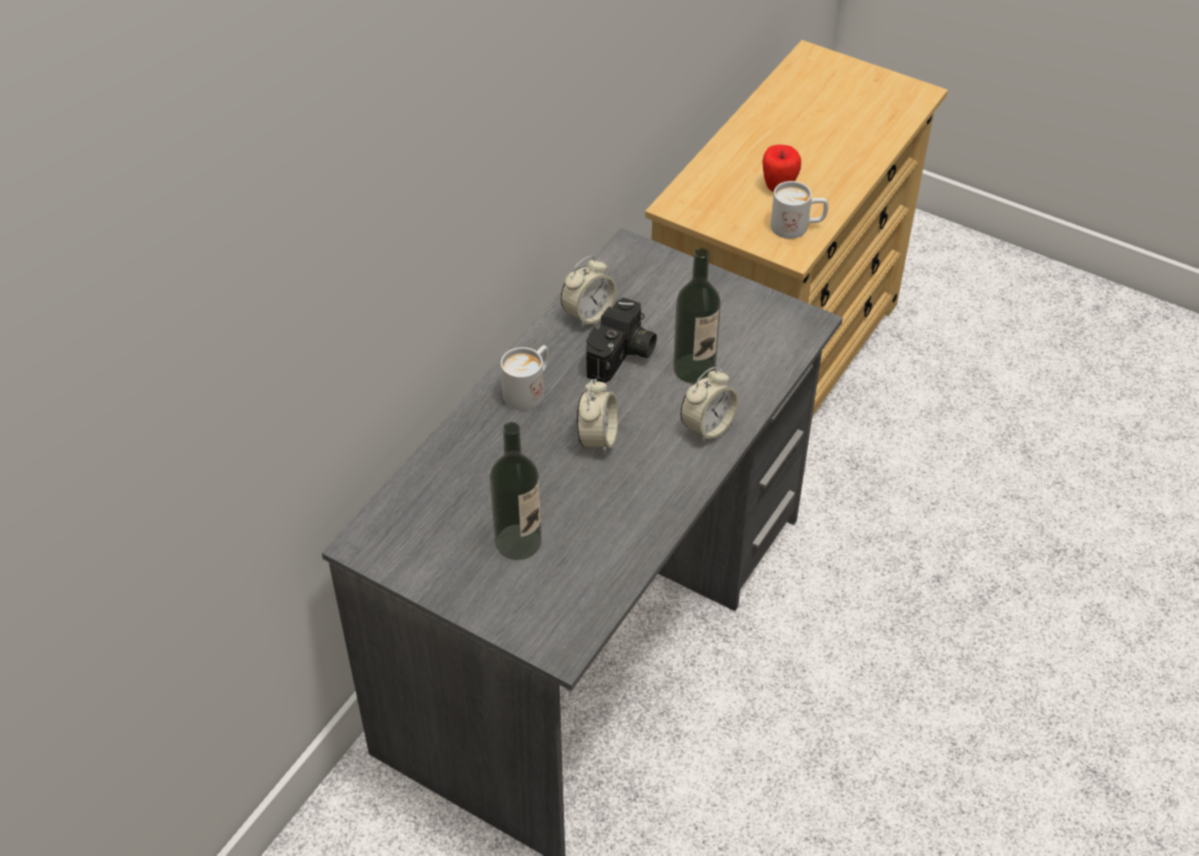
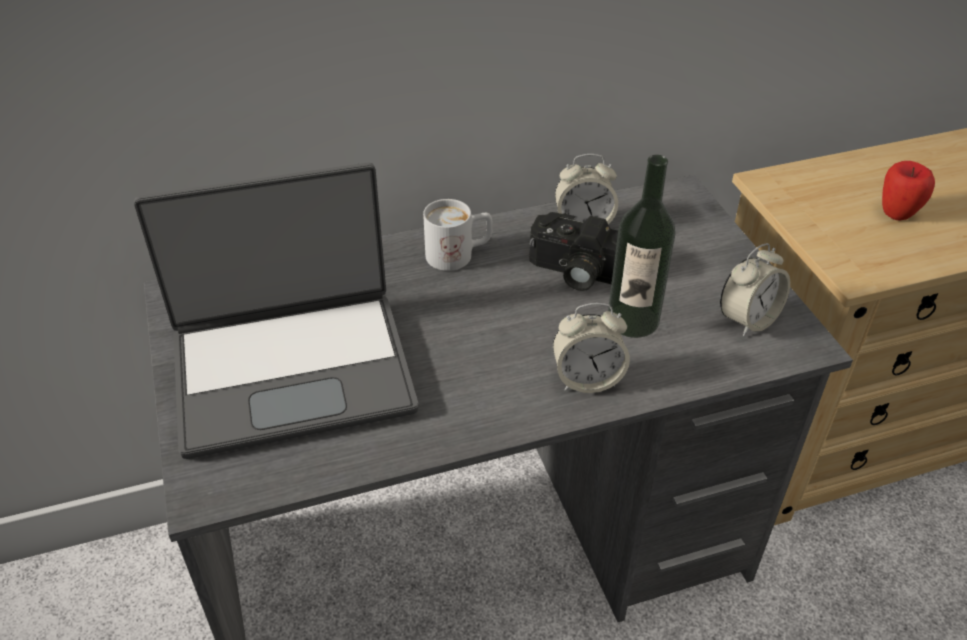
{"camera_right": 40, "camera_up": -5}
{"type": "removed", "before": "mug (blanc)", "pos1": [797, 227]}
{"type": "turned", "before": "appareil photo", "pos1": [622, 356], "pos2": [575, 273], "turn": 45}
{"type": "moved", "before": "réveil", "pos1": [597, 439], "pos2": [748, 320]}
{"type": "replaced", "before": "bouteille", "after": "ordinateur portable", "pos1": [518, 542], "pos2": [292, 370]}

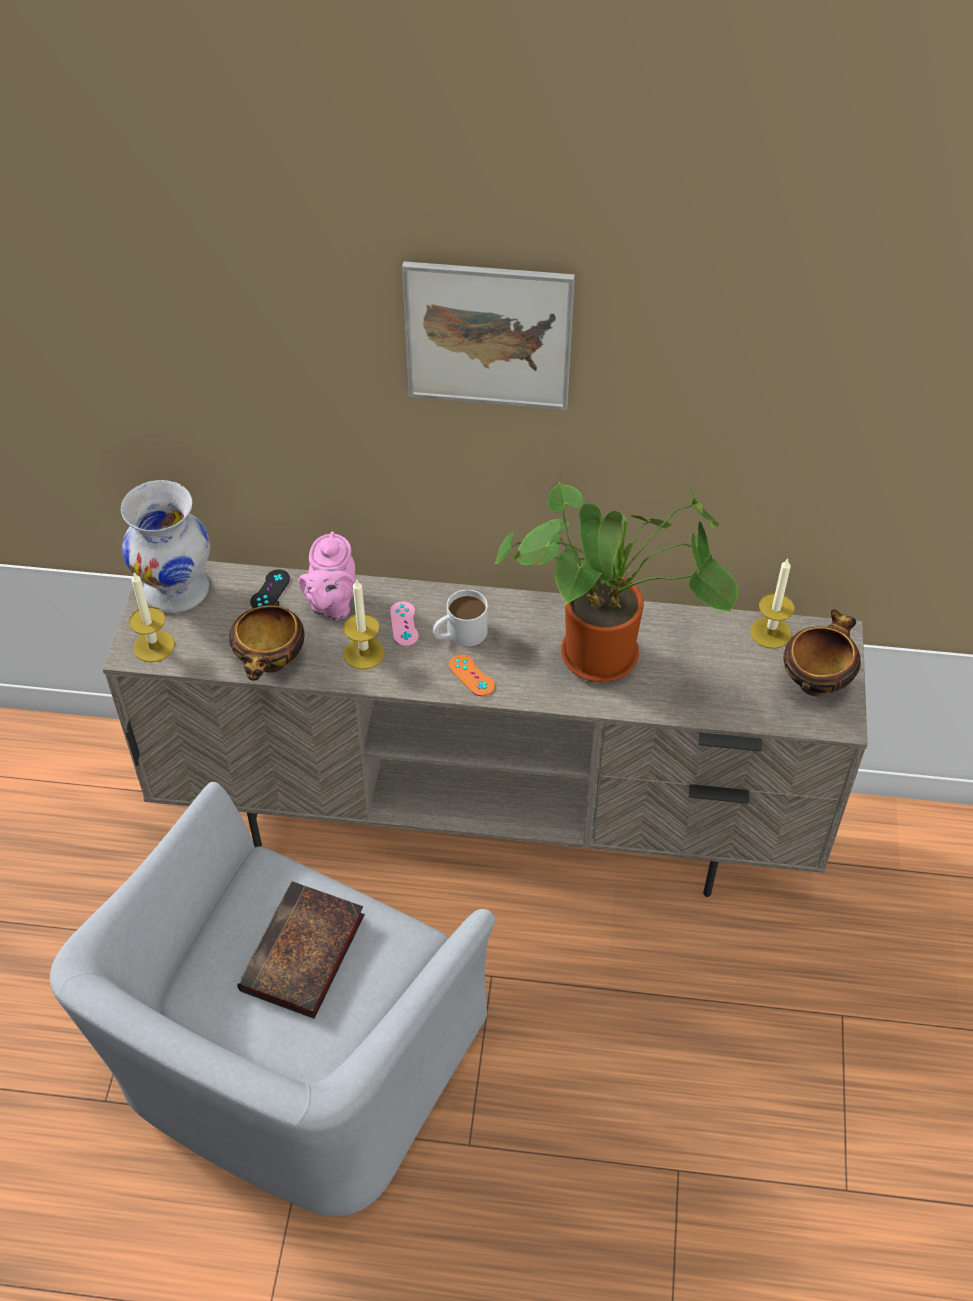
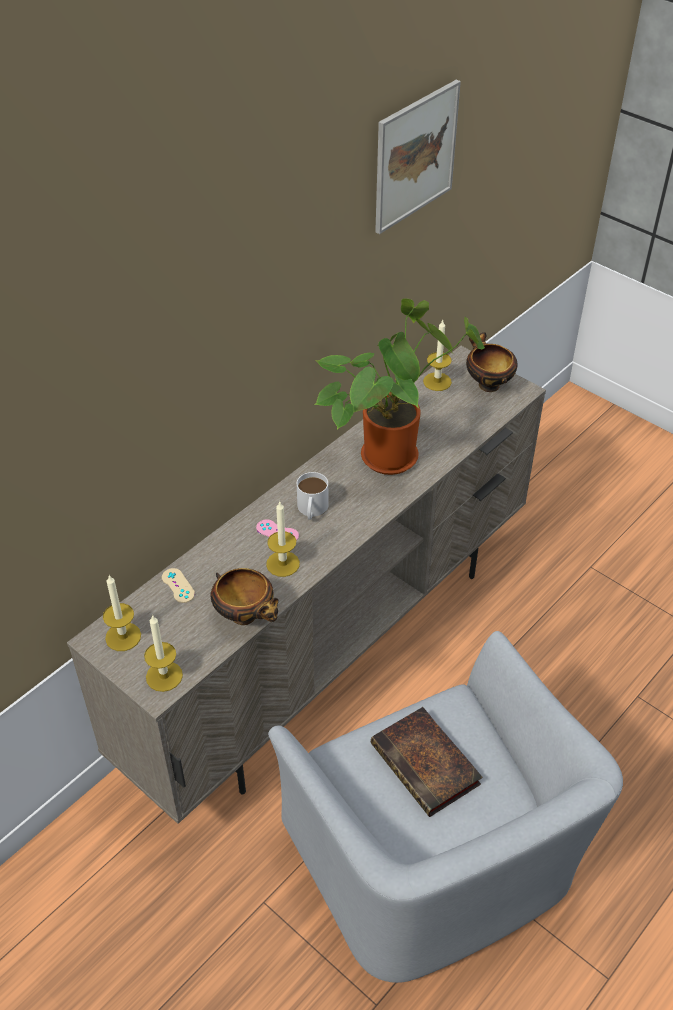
{"camera_right": -55, "camera_up": -5}
{"type": "moved", "before": "tableau", "pos1": [488, 335], "pos2": [415, 156]}
{"type": "replaced", "before": "vase (blanc)", "after": "bougie", "pos1": [178, 589], "pos2": [123, 636]}
{"type": "removed", "before": "théière (rose)", "pos1": [332, 604]}
{"type": "recoloured", "before": "manette (noir)", "after": "manette (beige)", "pos1": [270, 590], "pos2": [178, 585]}
{"type": "removed", "before": "manette (orange)", "pos1": [471, 675]}

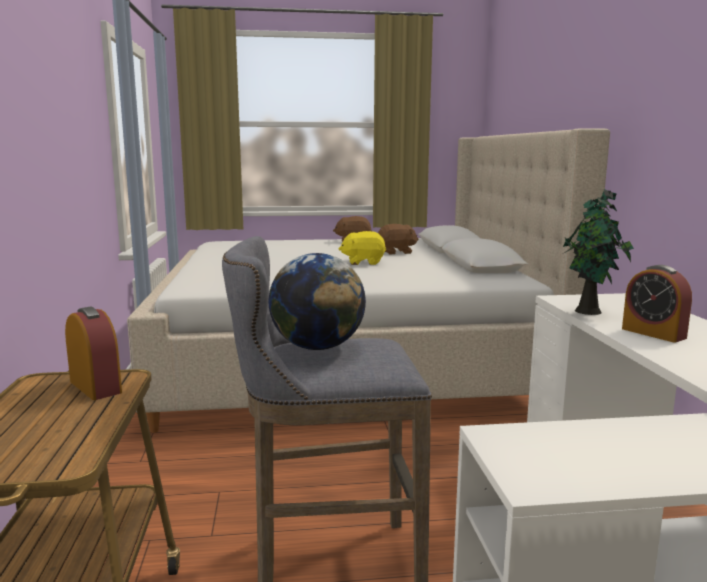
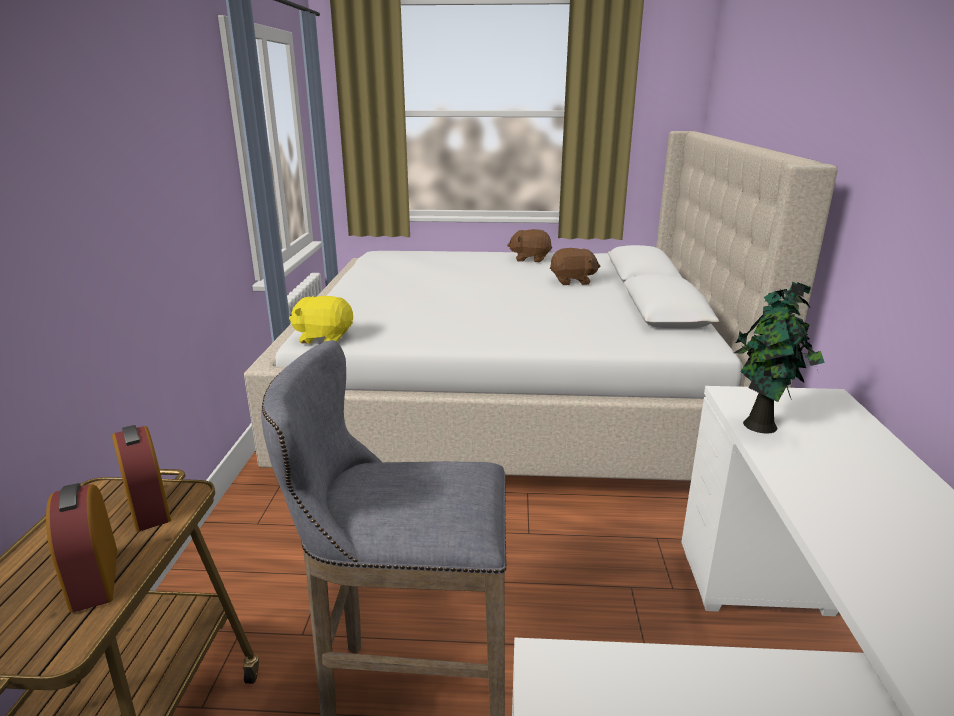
{"camera_right": 10, "camera_up": 10}
{"type": "moved", "before": "peluche (jaune)", "pos1": [363, 262], "pos2": [324, 338]}
{"type": "removed", "before": "globe", "pos1": [318, 347]}
{"type": "moved", "before": "réveil", "pos1": [653, 333], "pos2": [94, 578]}

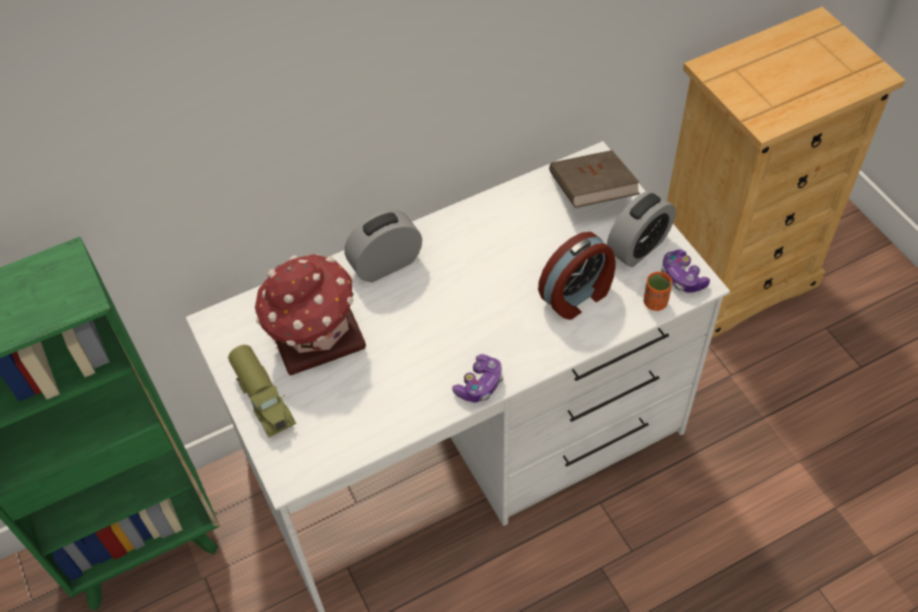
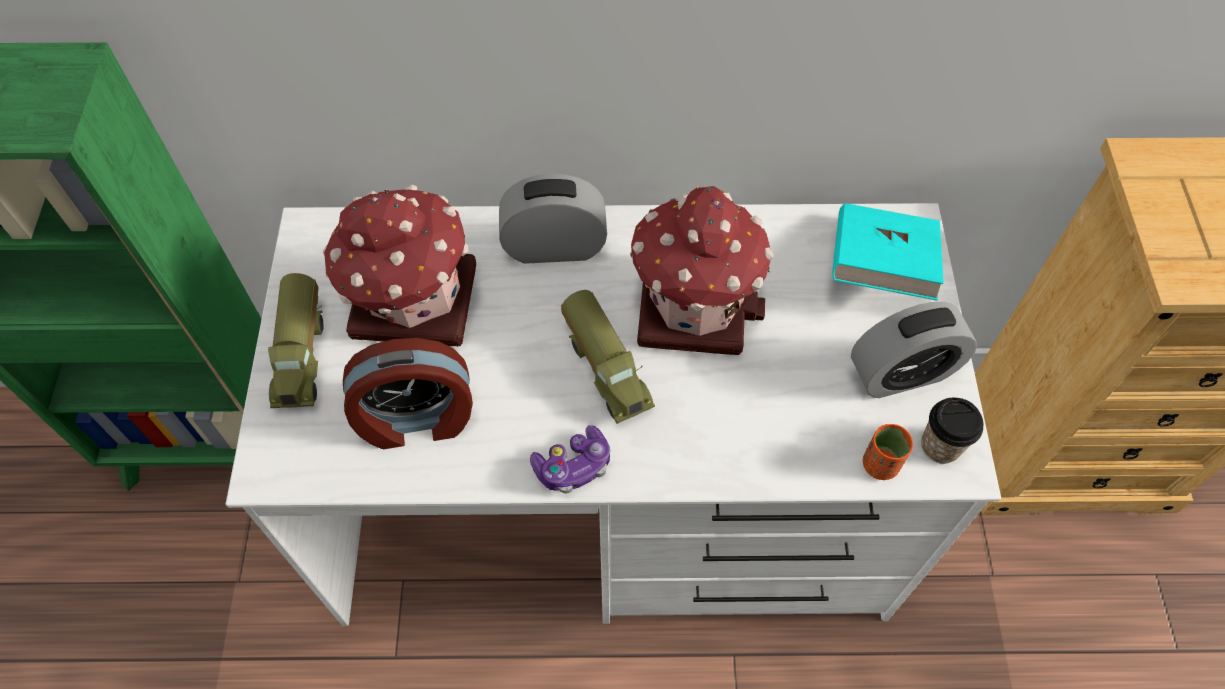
{"camera_right": 25, "camera_up": 5}
{"type": "recoloured", "before": "livre (marron)", "after": "livre (turquoise)", "pos1": [591, 193], "pos2": [879, 269]}
{"type": "moved", "before": "réveil", "pos1": [577, 296], "pos2": [416, 419]}
{"type": "replaced", "before": "manette", "after": "tasse", "pos1": [682, 277], "pos2": [940, 446]}
{"type": "added", "after": "maison miniature", "pos2": [693, 302]}
{"type": "added", "after": "camion jouet", "pos2": [607, 367]}

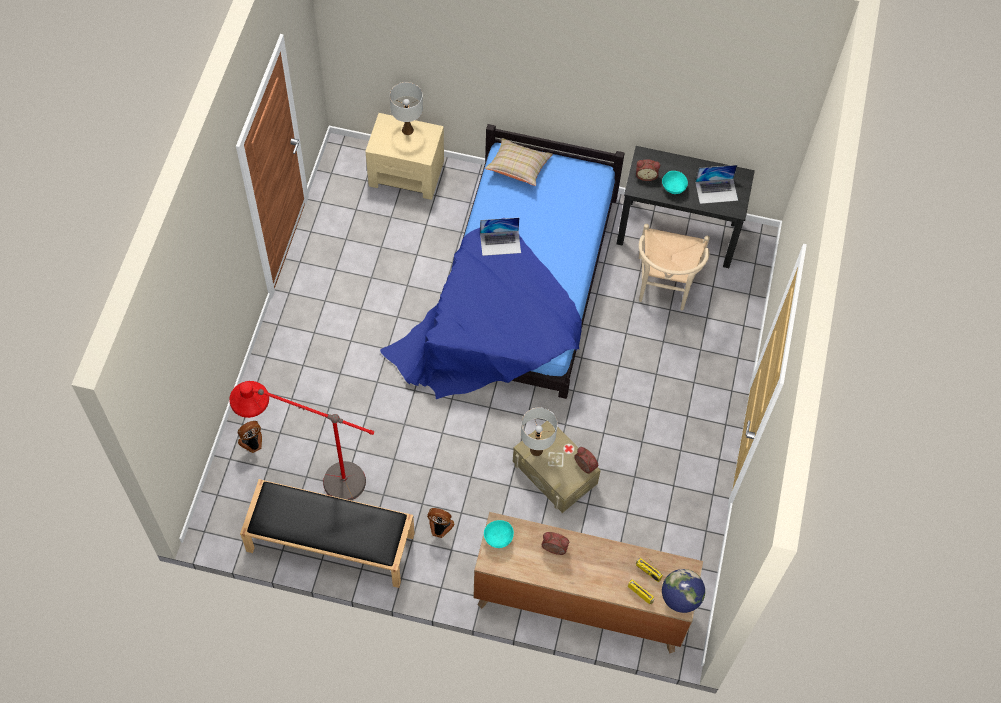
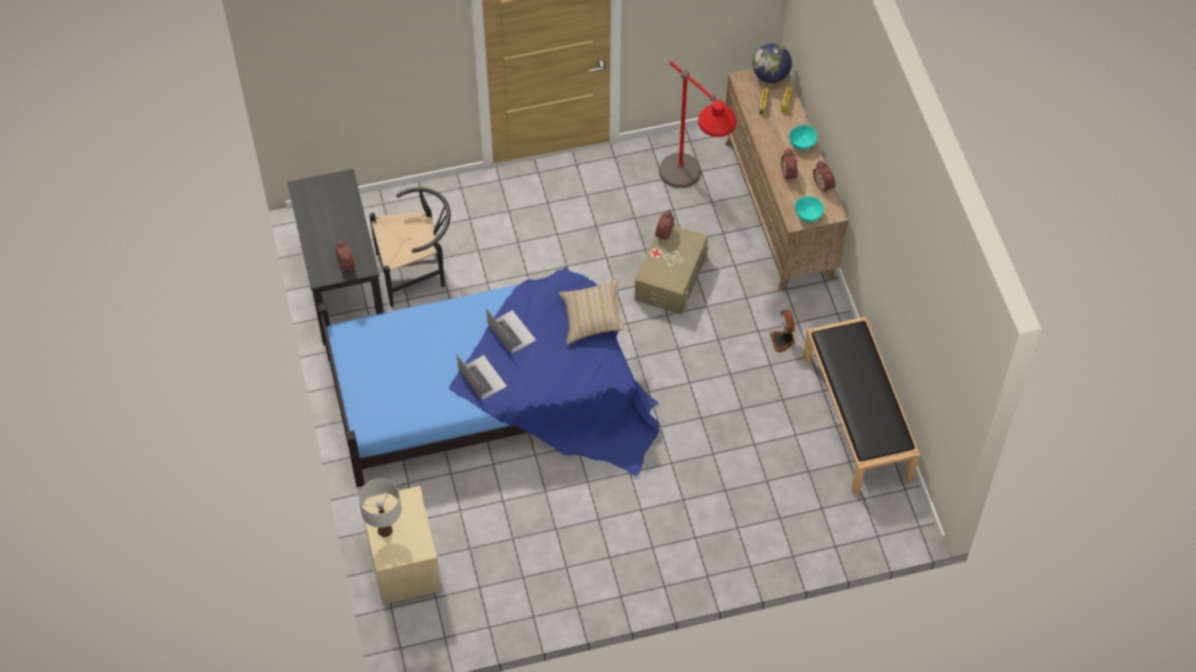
{"camera_right": -115, "camera_up": -5}
{"type": "moved", "before": "coussin (beige)", "pos1": [518, 168], "pos2": [592, 318]}
{"type": "moved", "before": "ordinateur portable", "pos1": [716, 191], "pos2": [511, 332]}
{"type": "moved", "before": "bol (turquoise)", "pos1": [673, 188], "pos2": [802, 144]}
{"type": "recoloured", "before": "chaise (beige)", "after": "chaise (noir)", "pos1": [664, 288], "pos2": [417, 272]}
{"type": "moved", "before": "lampadaire (rouge)", "pos1": [314, 478], "pos2": [691, 193]}
{"type": "removed", "before": "lampe de table (blanc)", "pos1": [536, 450]}
{"type": "removed", "before": "ventilateur", "pos1": [252, 443]}
{"type": "added", "after": "réveil", "pos2": [824, 185]}

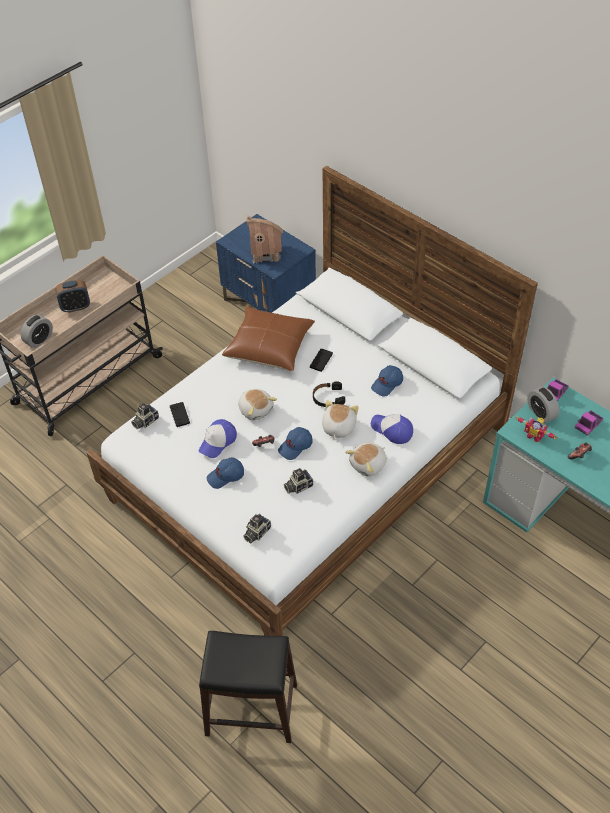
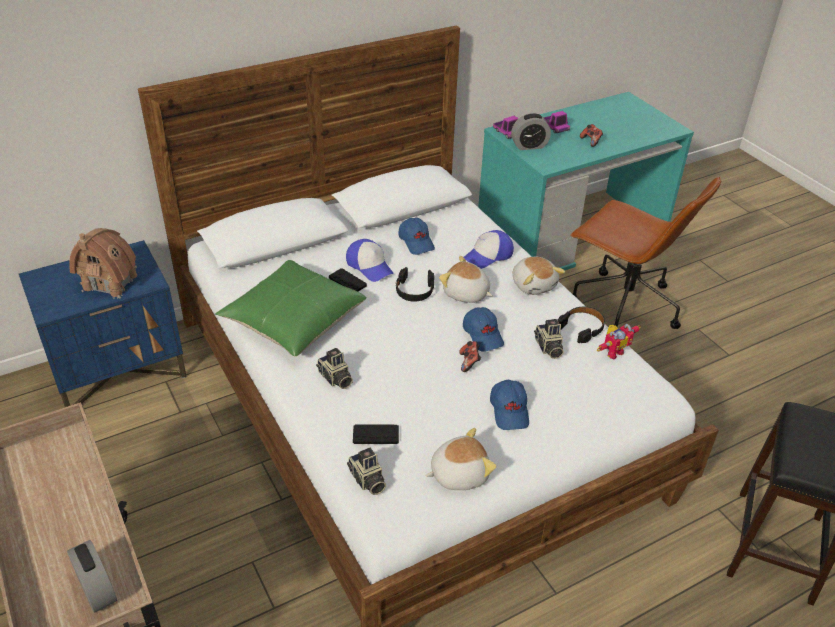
{"camera_right": -75, "camera_up": -10}
{"type": "removed", "before": "réveil", "pos1": [75, 307]}
{"type": "recoloured", "before": "coussin (marron)", "after": "coussin (vert)", "pos1": [269, 347], "pos2": [293, 320]}
{"type": "moved", "before": "peluche", "pos1": [256, 409], "pos2": [458, 474]}
{"type": "moved", "before": "robot jouet", "pos1": [534, 435], "pos2": [612, 352]}
{"type": "moved", "before": "casquette", "pos1": [218, 441], "pos2": [369, 266]}
{"type": "moved", "before": "appareil photo", "pos1": [256, 533], "pos2": [335, 379]}
{"type": "added", "after": "chaise de bureau (marron)", "pos2": [623, 305]}
{"type": "added", "after": "casque audio (noir)", "pos2": [582, 327]}

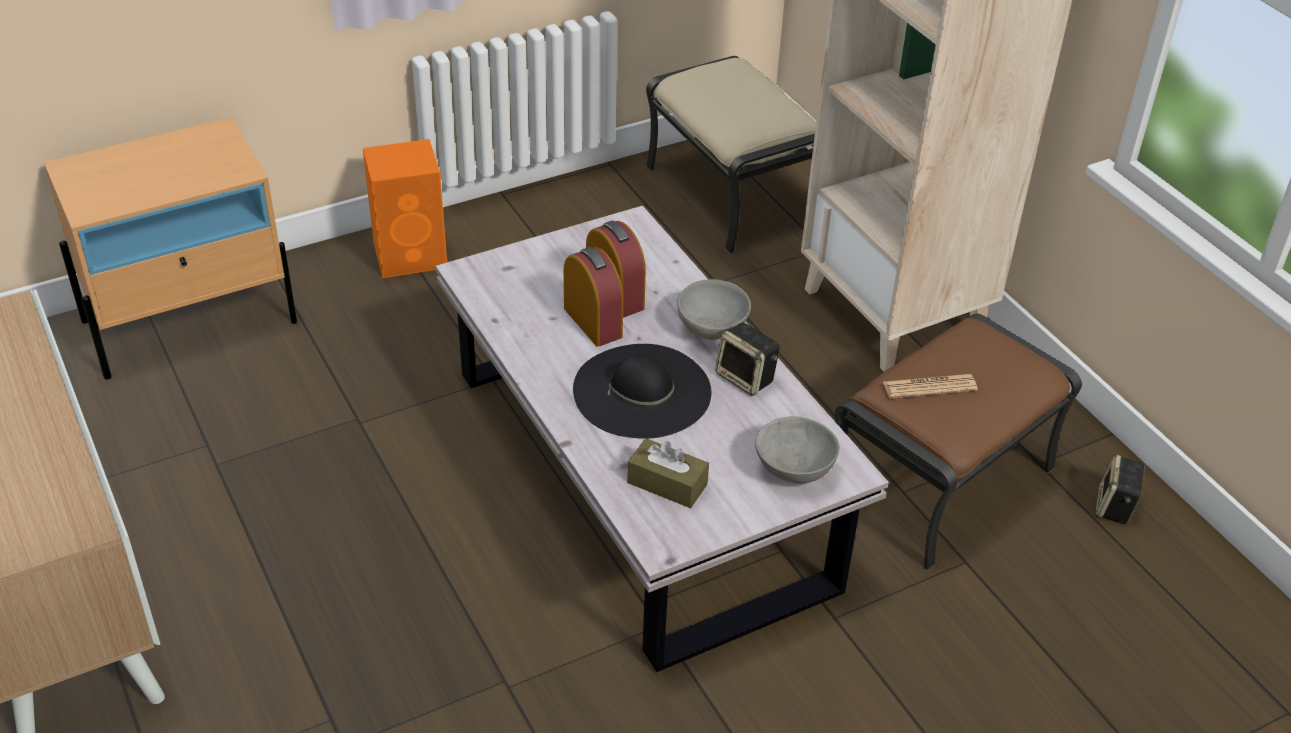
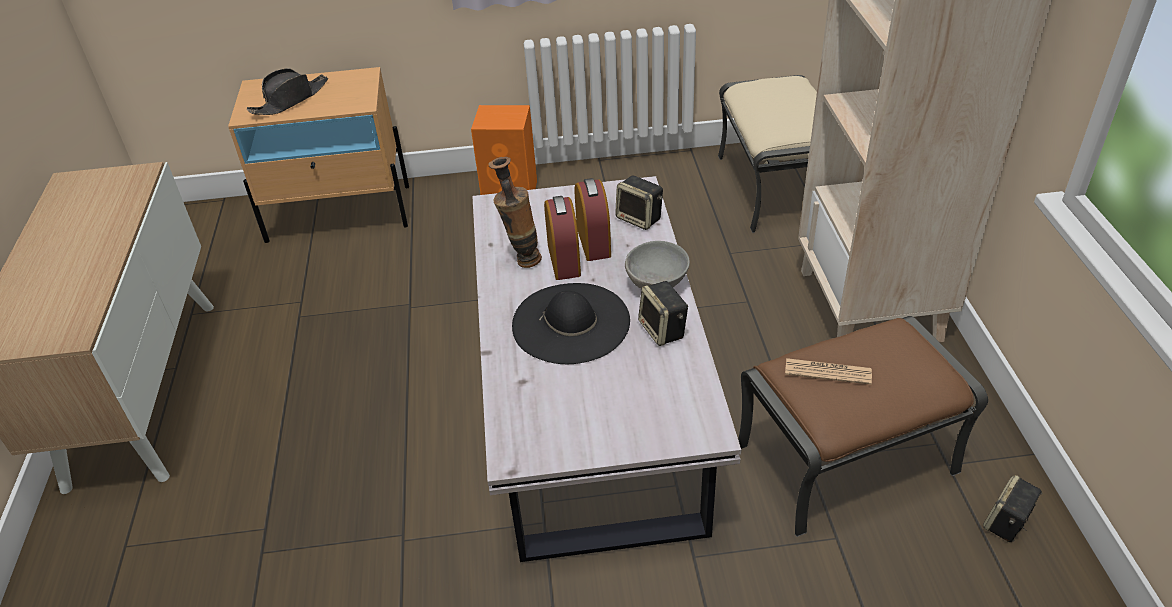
{"camera_right": 25, "camera_up": 0}
{"type": "removed", "before": "bol (gris)", "pos1": [793, 471]}
{"type": "removed", "before": "boîte à mouchoirs (marron)", "pos1": [667, 483]}
{"type": "added", "after": "chapeau (noir)", "pos2": [290, 100]}
{"type": "added", "after": "vase", "pos2": [521, 260]}
{"type": "added", "after": "enceinte", "pos2": [640, 218]}

